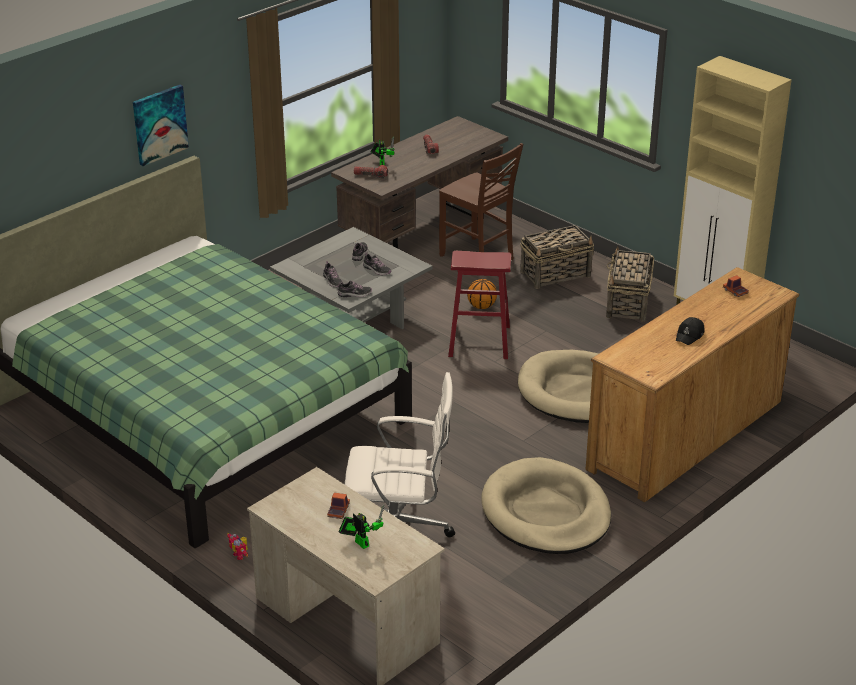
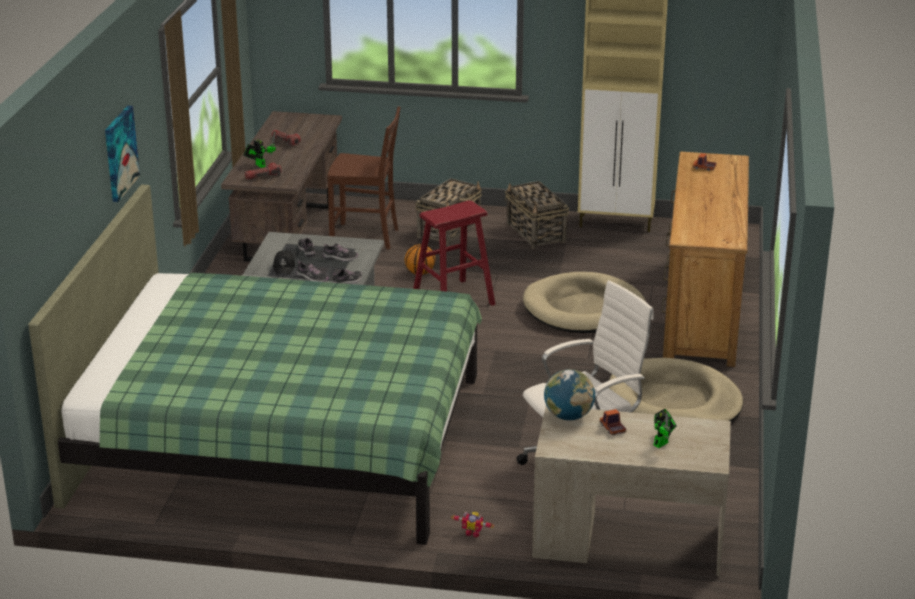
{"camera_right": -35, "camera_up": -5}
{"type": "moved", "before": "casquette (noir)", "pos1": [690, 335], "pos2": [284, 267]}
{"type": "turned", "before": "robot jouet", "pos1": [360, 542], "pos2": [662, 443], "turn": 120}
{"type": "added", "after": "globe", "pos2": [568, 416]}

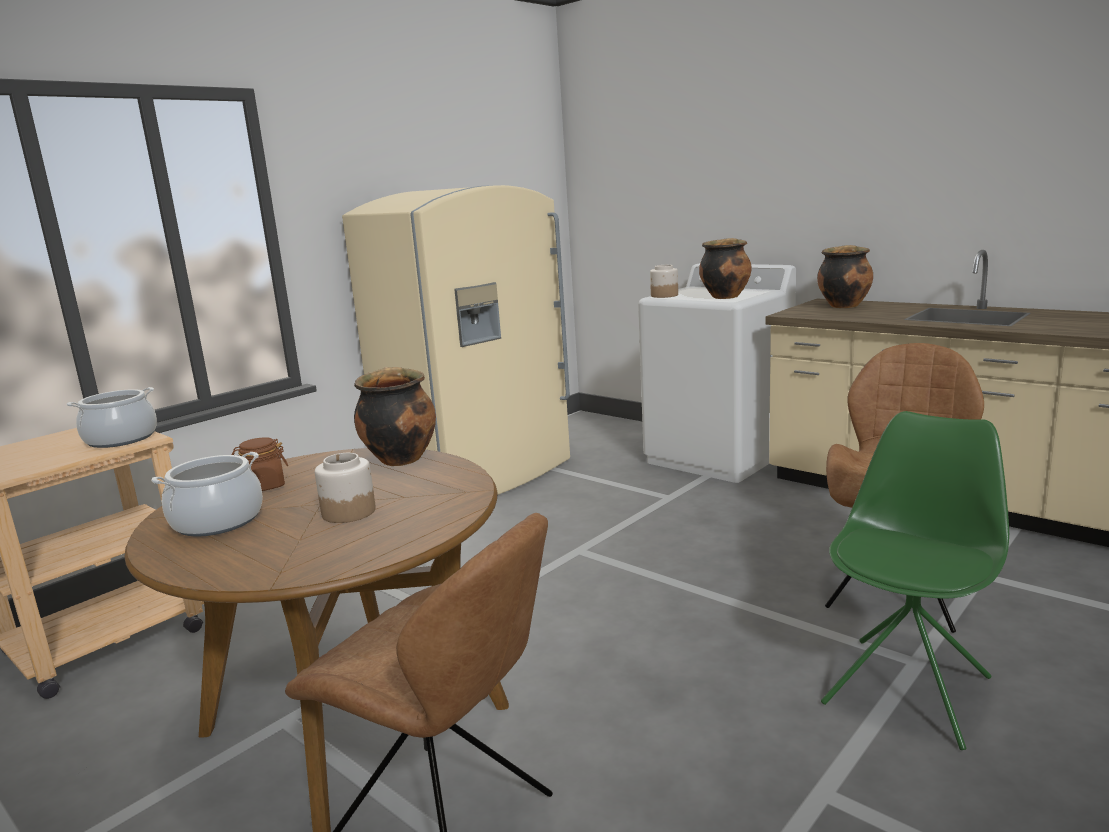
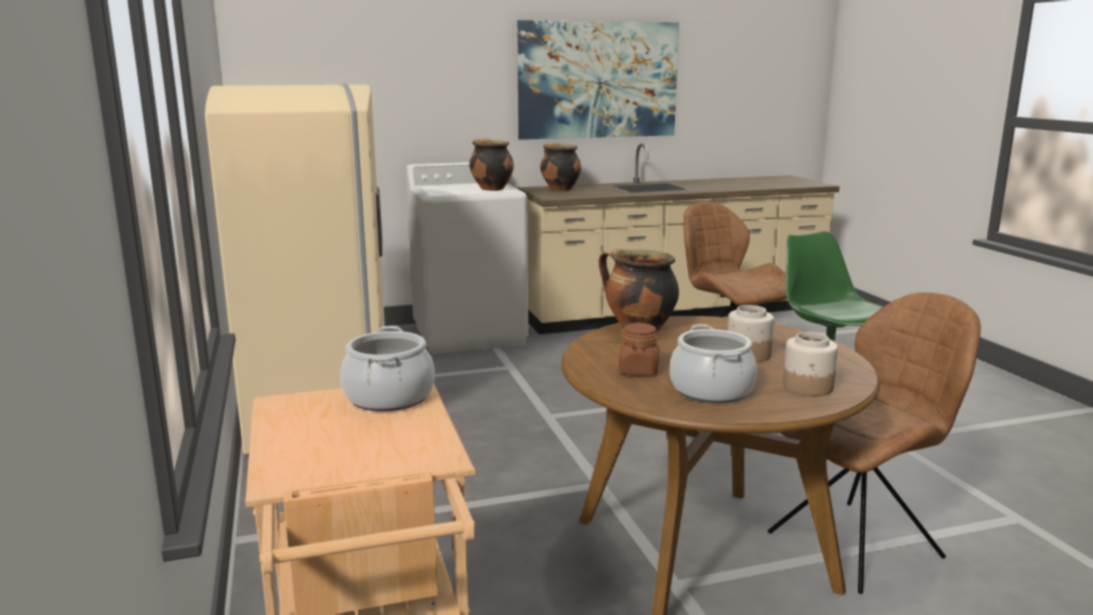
{"camera_right": -60, "camera_up": 0}
{"type": "moved", "before": "bocal", "pos1": [664, 295], "pos2": [808, 387]}
{"type": "added", "after": "tableau", "pos2": [598, 80]}

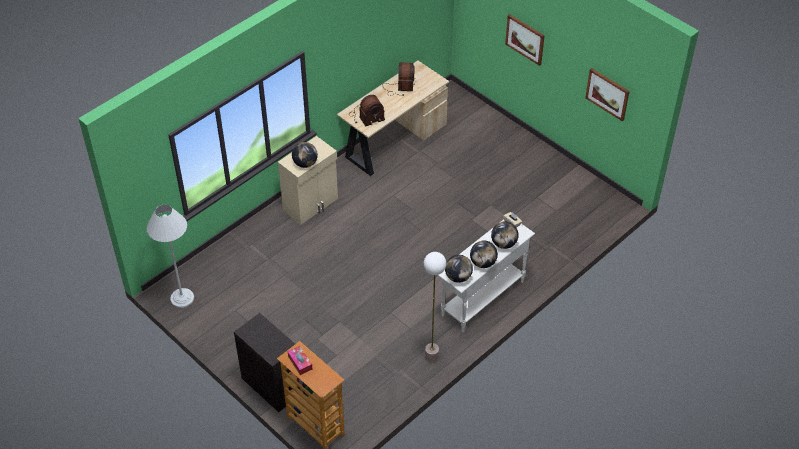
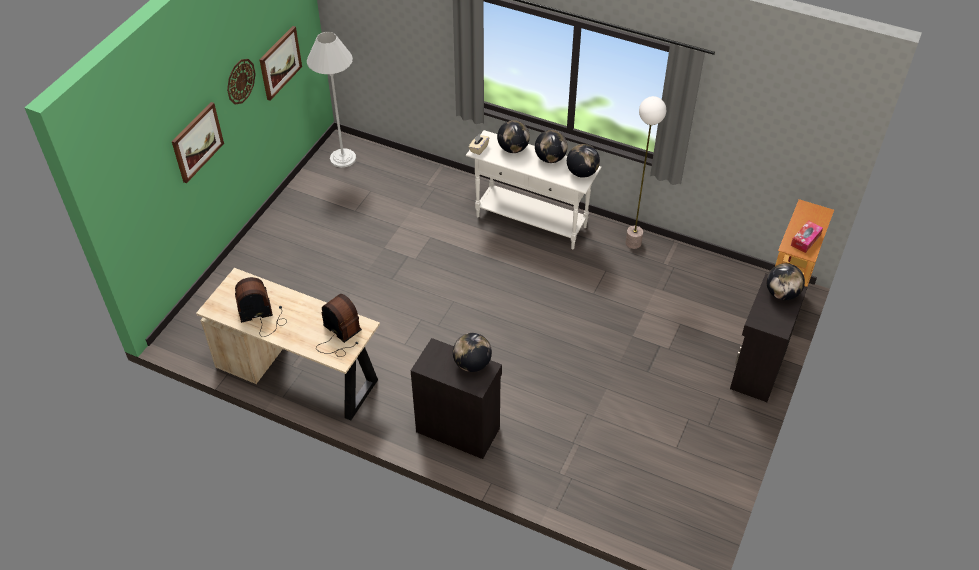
{"camera_right": -110, "camera_up": 0}
{"type": "recoloured", "before": "meuble de rangement (beige)", "after": "meuble de rangement (noir)", "pos1": [311, 204], "pos2": [458, 429]}
{"type": "moved", "before": "lampadaire (blanc)", "pos1": [182, 298], "pos2": [343, 158]}
{"type": "added", "after": "horloge murale", "pos2": [240, 81]}
{"type": "added", "after": "globe", "pos2": [781, 294]}

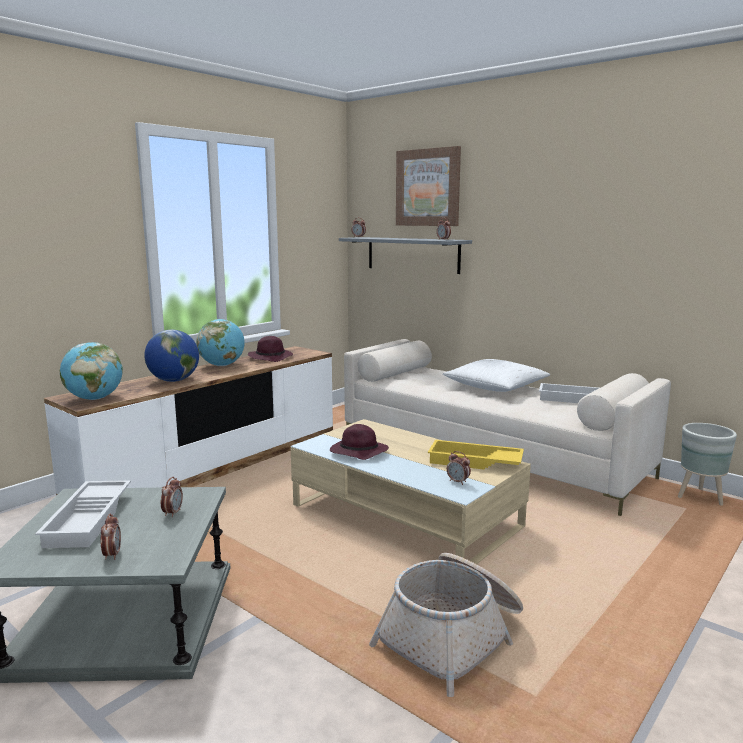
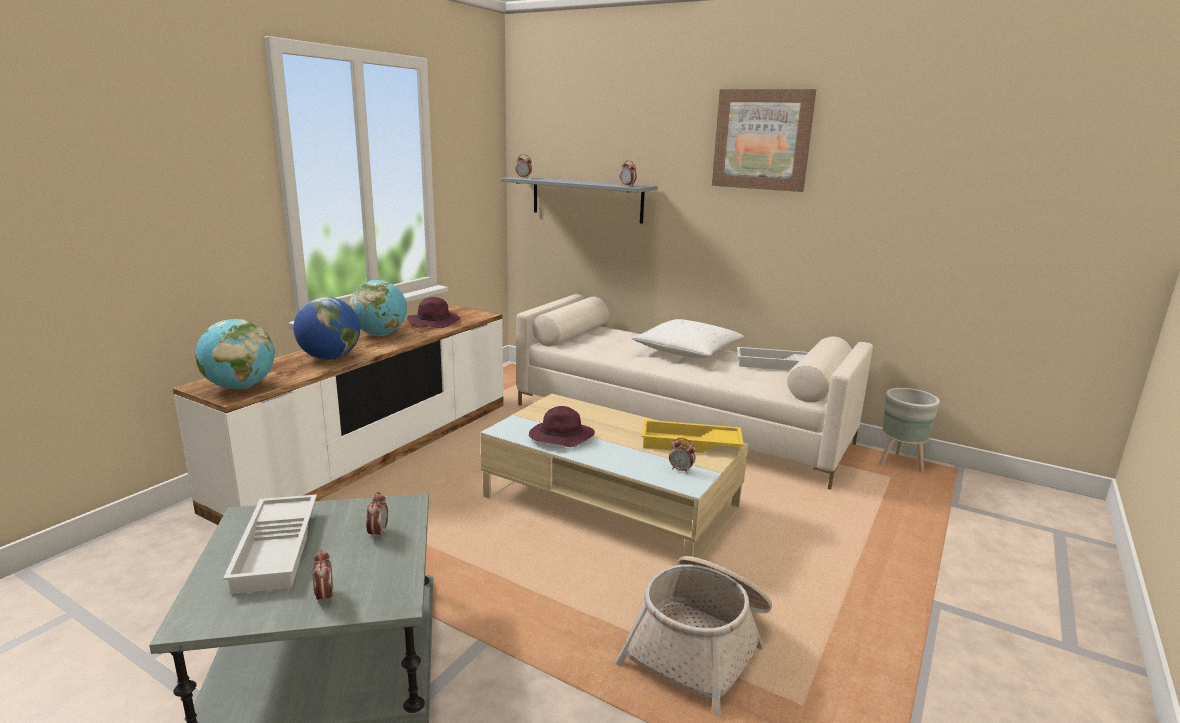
{"camera_right": -10, "camera_up": 5}
{"type": "moved", "before": "tableau", "pos1": [428, 187], "pos2": [762, 140]}

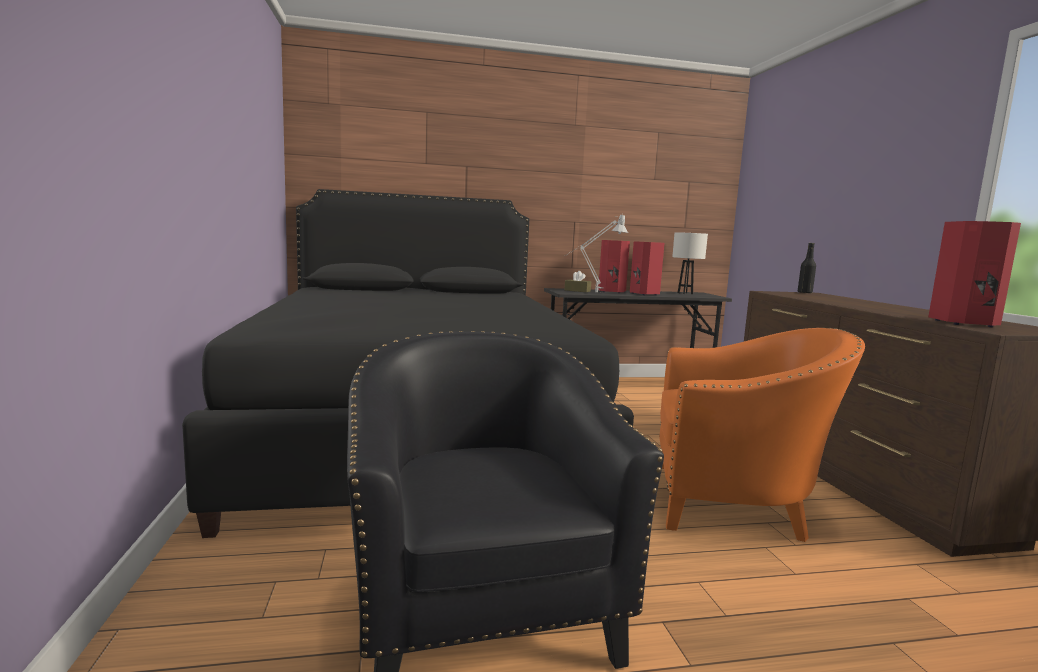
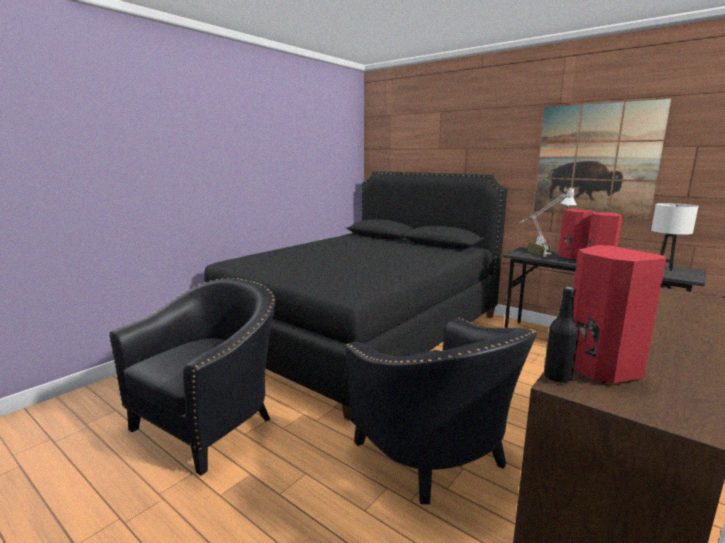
{"camera_right": 50, "camera_up": 5}
{"type": "moved", "before": "bouteille (noir)", "pos1": [804, 292], "pos2": [557, 377]}
{"type": "recoloured", "before": "fauteuil (orange)", "after": "fauteuil (noir)", "pos1": [735, 504], "pos2": [437, 457]}
{"type": "added", "after": "tableau", "pos2": [595, 160]}

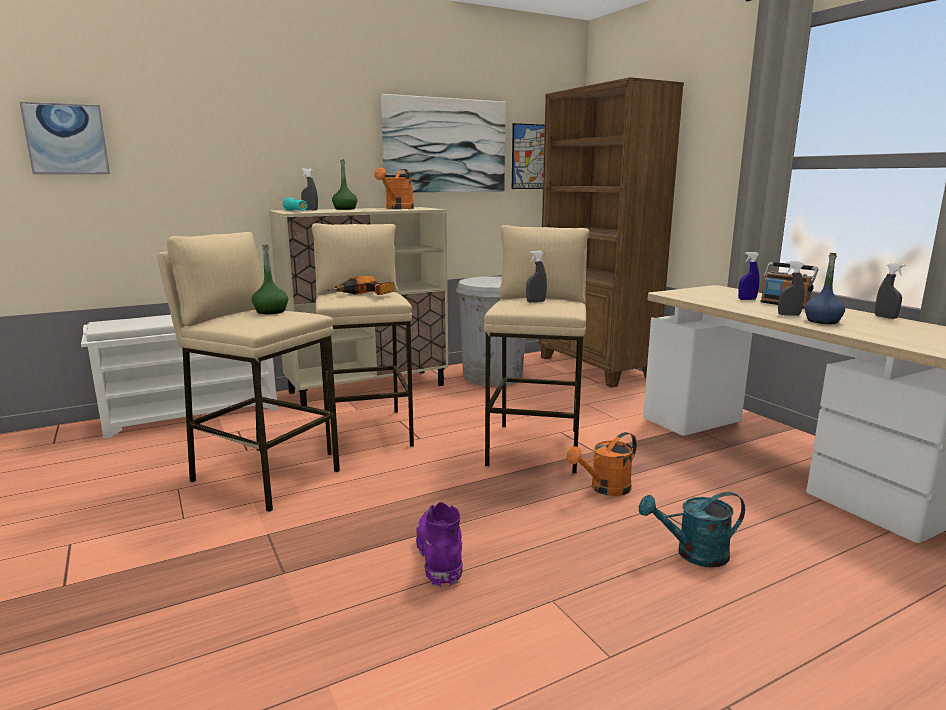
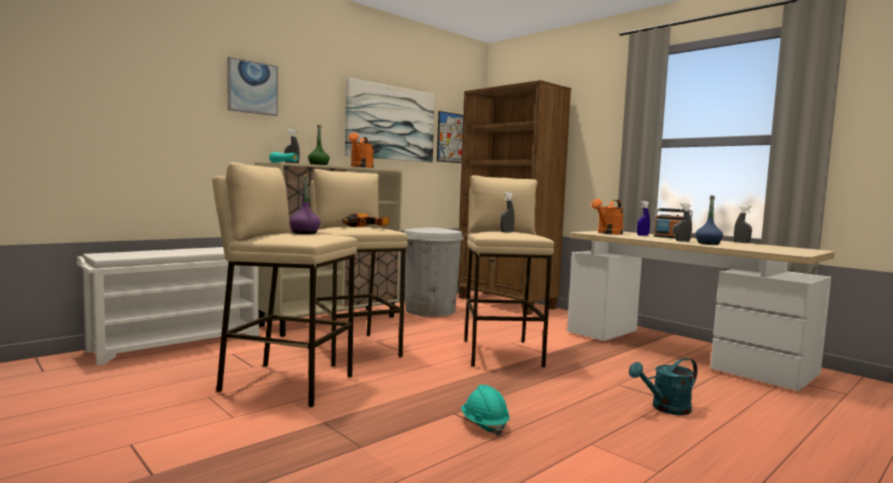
{"camera_right": -15, "camera_up": -10}
{"type": "moved", "before": "tableau", "pos1": [66, 139], "pos2": [252, 87]}
{"type": "recoloured", "before": "bouteille (vert)", "after": "bouteille (violet)", "pos1": [271, 311], "pos2": [304, 233]}
{"type": "moved", "before": "arrosoir (orange)", "pos1": [605, 489], "pos2": [607, 233]}
{"type": "replaced", "before": "botte (violet)", "after": "casque de chantier (turquoise)", "pos1": [440, 556], "pos2": [484, 425]}

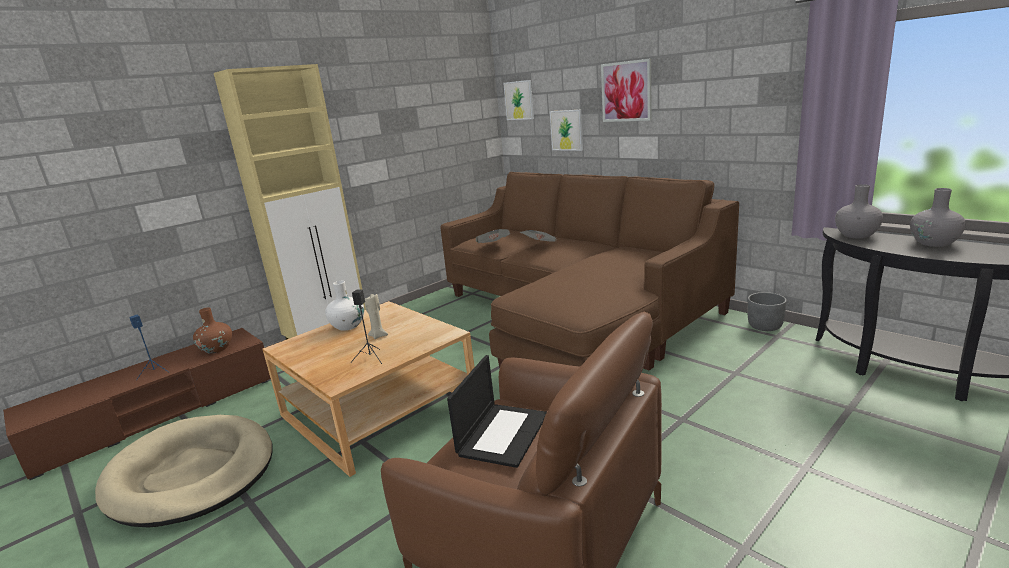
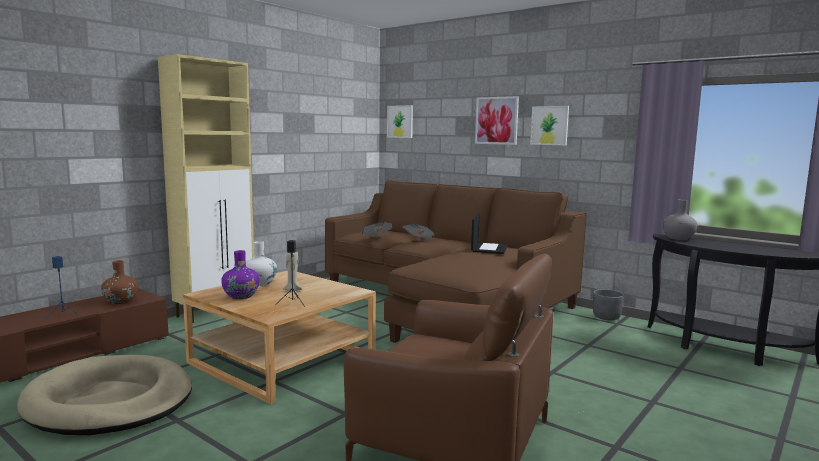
{"camera_right": -10, "camera_up": -10}
{"type": "moved", "before": "tableau", "pos1": [567, 130], "pos2": [549, 125]}
{"type": "removed", "before": "vase (gris)", "pos1": [934, 243]}
{"type": "moved", "before": "ordinateur portable", "pos1": [503, 433], "pos2": [489, 248]}
{"type": "added", "after": "vase (violet)", "pos2": [241, 296]}

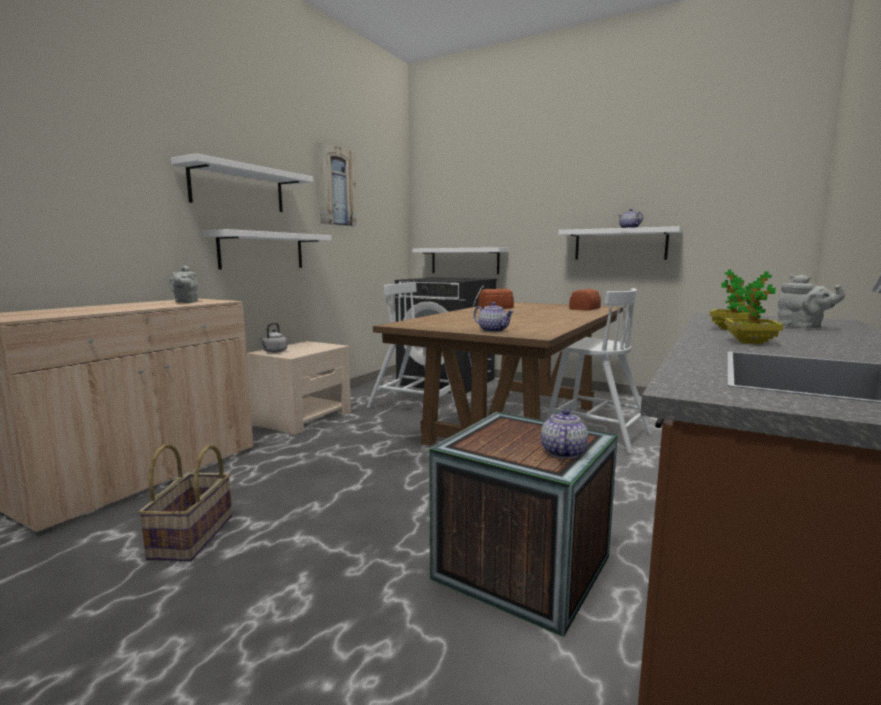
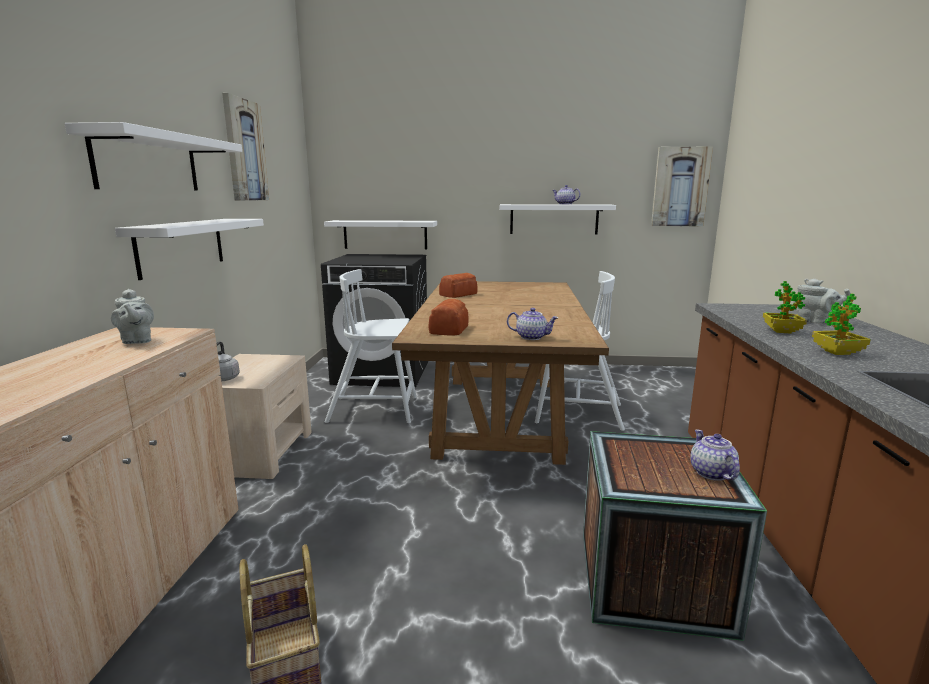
{"camera_right": -25, "camera_up": 5}
{"type": "moved", "before": "pain", "pos1": [584, 309], "pos2": [448, 330]}
{"type": "added", "after": "tableau", "pos2": [680, 187]}

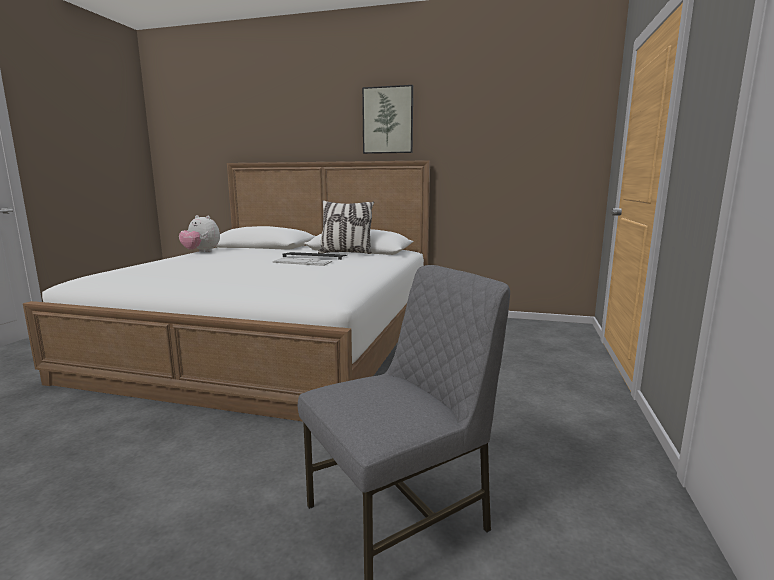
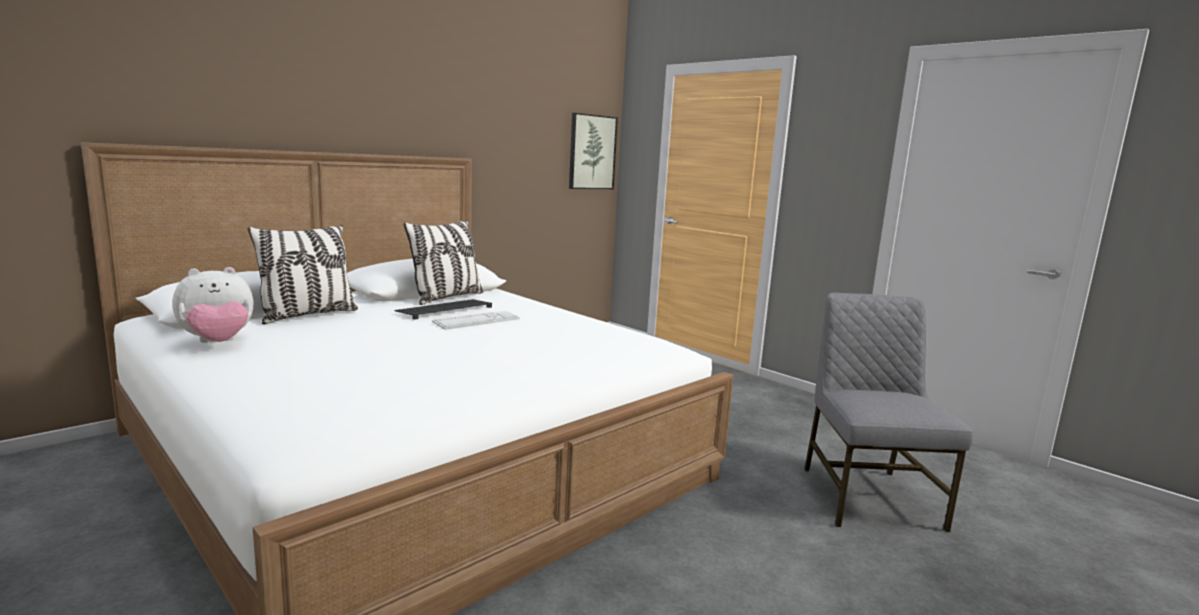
{"camera_right": -60, "camera_up": 0}
{"type": "moved", "before": "tableau", "pos1": [388, 120], "pos2": [591, 152]}
{"type": "added", "after": "coussin", "pos2": [307, 315]}

